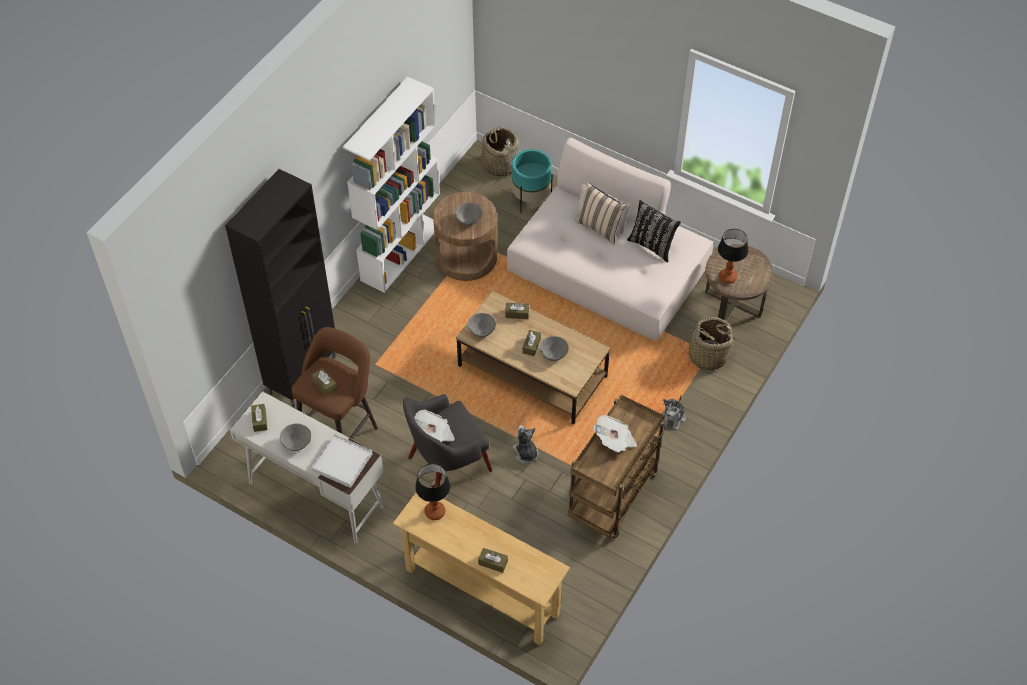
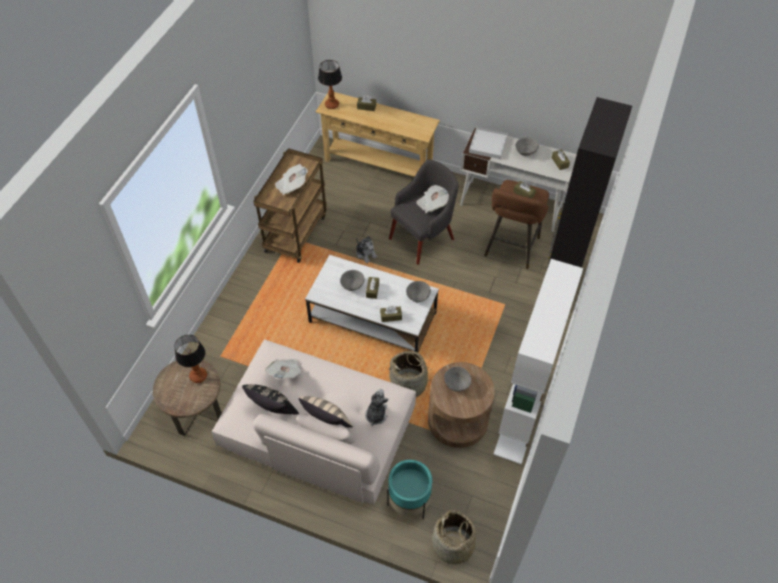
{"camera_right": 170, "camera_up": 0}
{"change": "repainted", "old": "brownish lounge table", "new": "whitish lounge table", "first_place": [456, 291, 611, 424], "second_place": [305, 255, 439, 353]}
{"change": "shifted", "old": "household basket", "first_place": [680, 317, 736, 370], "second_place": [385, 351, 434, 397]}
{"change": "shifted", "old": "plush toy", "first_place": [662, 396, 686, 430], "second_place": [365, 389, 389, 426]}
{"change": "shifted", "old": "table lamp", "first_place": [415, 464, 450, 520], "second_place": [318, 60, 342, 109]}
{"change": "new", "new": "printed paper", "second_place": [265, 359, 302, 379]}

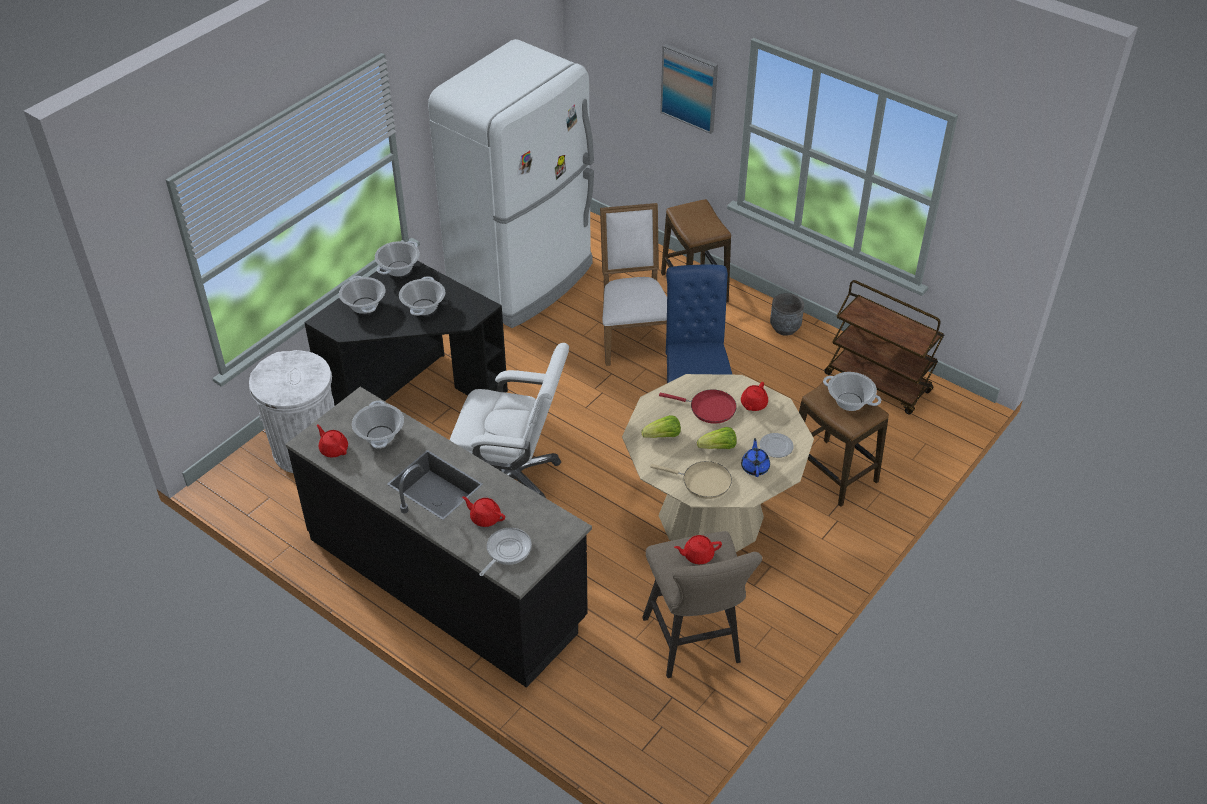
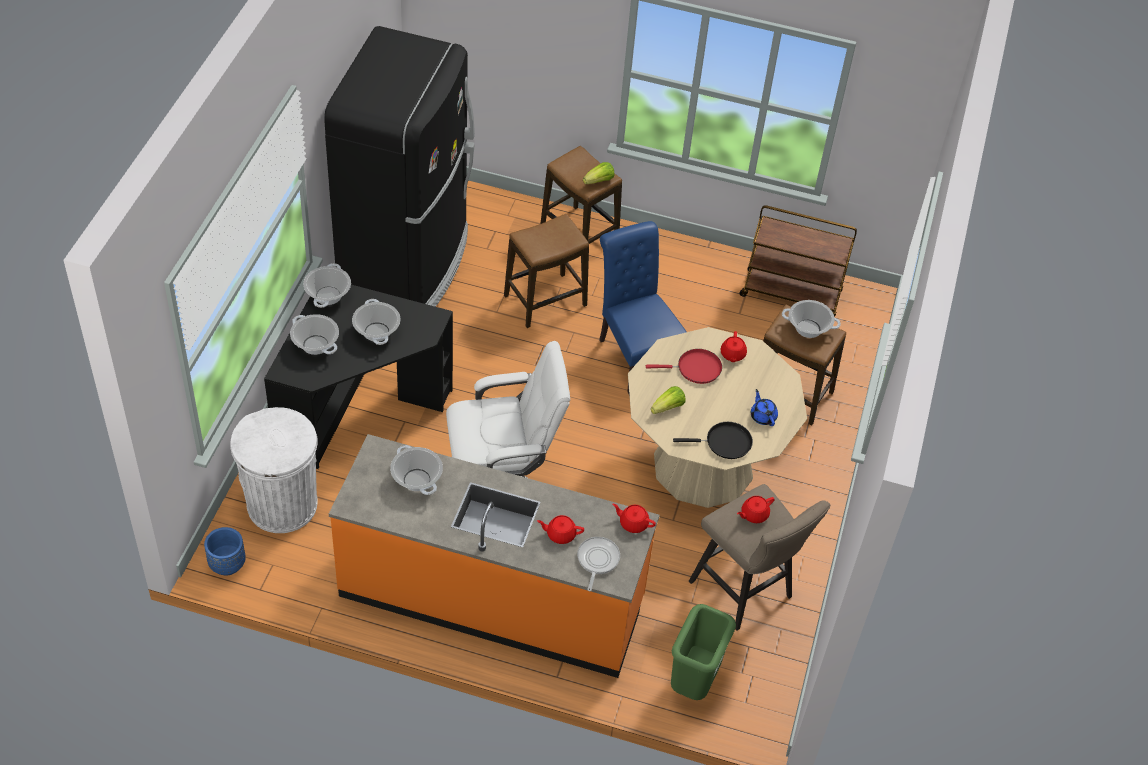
{"camera_right": -25, "camera_up": 5}
{"change": "repainted", "old": "whitish refrigerator", "new": "black-coloured refrigerator", "first_place": [428, 39, 594, 328], "second_place": [324, 26, 475, 307]}
{"change": "gone", "old": "wall art", "first_place": [660, 44, 718, 134]}
{"change": "swapped", "old": "whitish upright chair", "new": "stool", "first_place": [600, 203, 667, 366], "second_place": [504, 214, 589, 328]}
{"change": "gone", "old": "gray planter", "first_place": [770, 293, 804, 336]}
{"change": "repainted", "old": "black-coloured counter", "new": "orange-coloured counter", "first_place": [286, 387, 592, 688], "second_place": [329, 434, 659, 678]}
{"change": "shifted", "old": "reddish pot for tea", "first_place": [317, 424, 348, 457], "second_place": [612, 504, 656, 533]}
{"change": "shifted", "old": "lettuce head", "first_place": [697, 427, 737, 449], "second_place": [583, 162, 614, 184]}
{"change": "gone", "old": "plate", "first_place": [760, 433, 794, 458]}
{"change": "repainted", "old": "beige-coloured frying pan", "new": "black-coloured frying pan", "first_place": [650, 461, 732, 499], "second_place": [673, 422, 753, 459]}
{"change": "new", "new": "blue-coloured planter", "second_place": [204, 527, 246, 576]}
{"change": "new", "new": "greenish trash can", "second_place": [671, 604, 736, 700]}

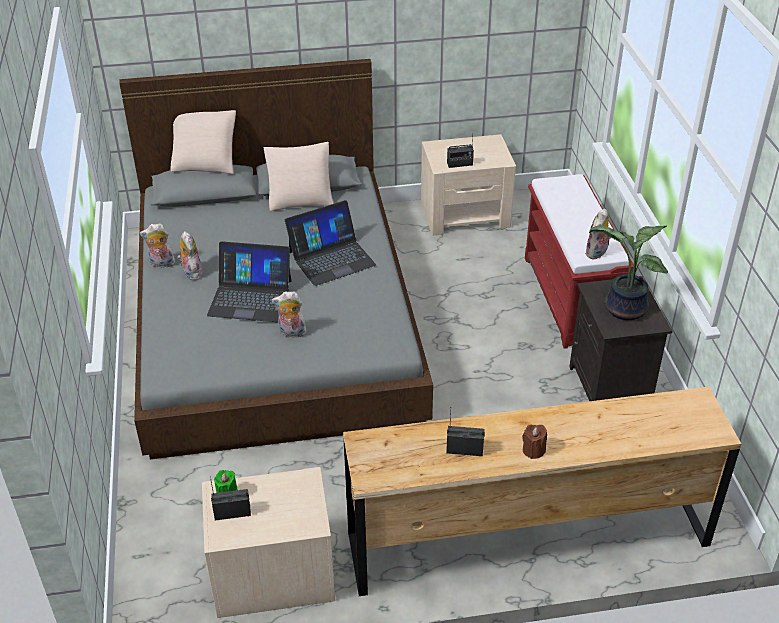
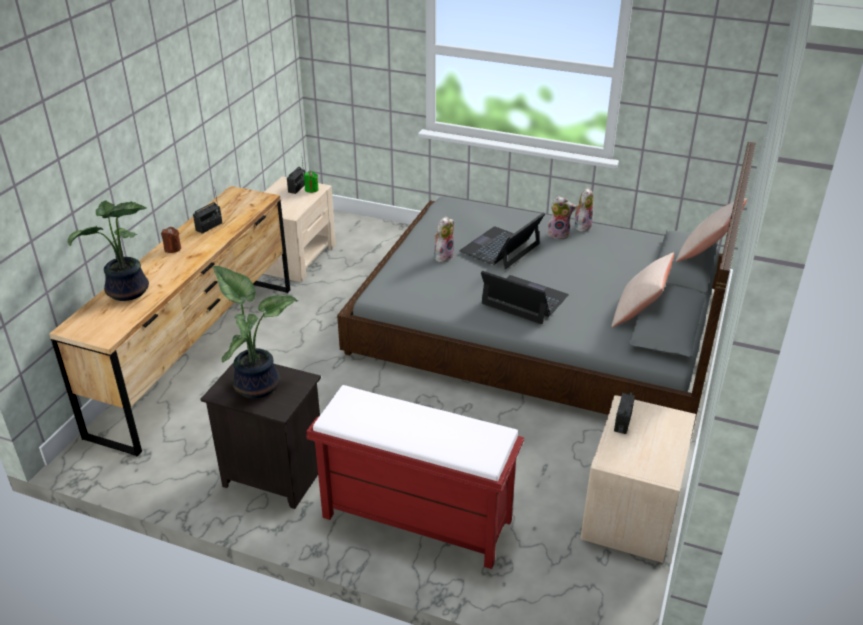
{"camera_right": 120, "camera_up": -5}
{"change": "rotated", "old": "notebook computer", "first_place": [285, 200, 376, 286], "second_place": [481, 271, 569, 324], "degrees": 120}
{"change": "gone", "old": "plush toy", "first_place": [585, 208, 611, 259]}
{"change": "new", "new": "houseplant", "second_place": [68, 200, 149, 301]}

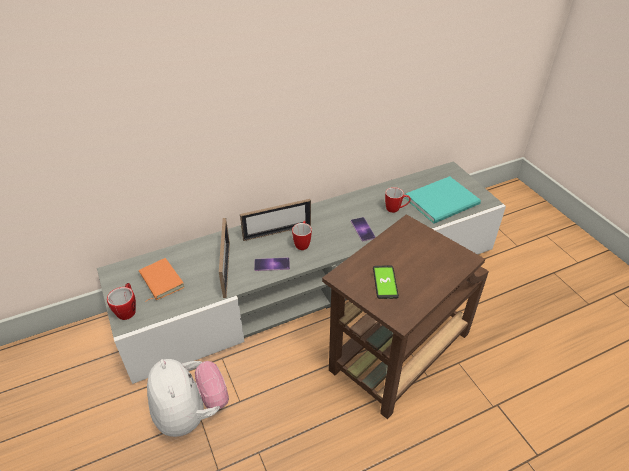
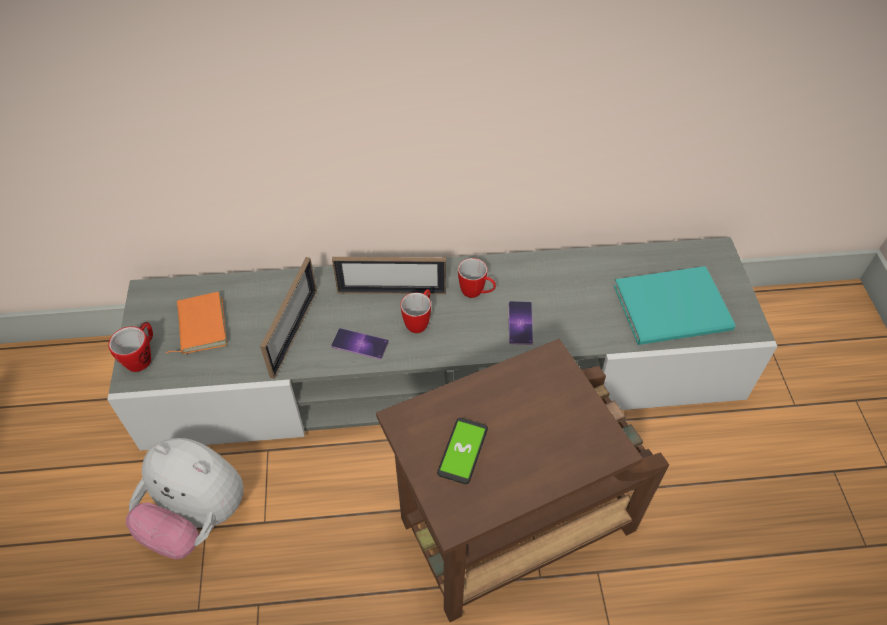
{"camera_right": 20, "camera_up": 10}
{"change": "shifted", "old": "coffee mug", "first_place": [385, 187, 411, 213], "second_place": [458, 258, 496, 298]}
{"change": "rotated", "old": "plush toy", "first_place": [147, 359, 229, 437], "second_place": [126, 438, 243, 559], "degrees": 120}

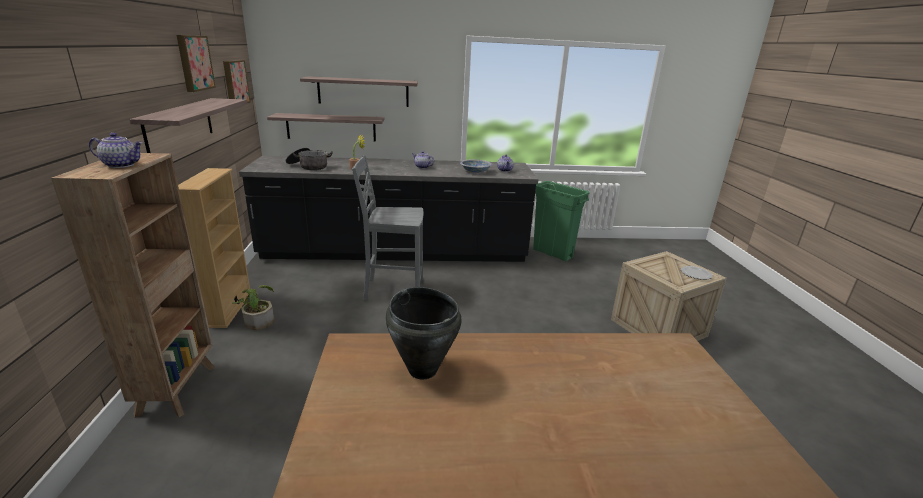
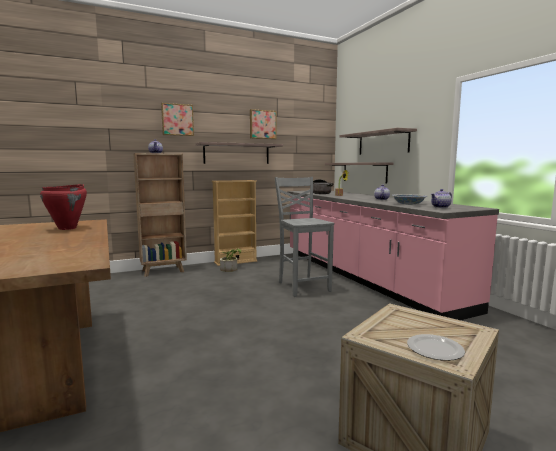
{"camera_right": 70, "camera_up": -15}
{"change": "shifted", "old": "wall art", "first_place": [223, 60, 251, 103], "second_place": [161, 103, 194, 136]}
{"change": "repainted", "old": "black-coloured counter", "new": "pink counter", "first_place": [239, 155, 539, 262], "second_place": [287, 191, 499, 320]}
{"change": "gone", "old": "greenish trash can", "first_place": [533, 181, 590, 261]}
{"change": "repainted", "old": "black-coloured cooking pot", "new": "reddish cooking pot", "first_place": [386, 287, 461, 379], "second_place": [40, 184, 87, 230]}

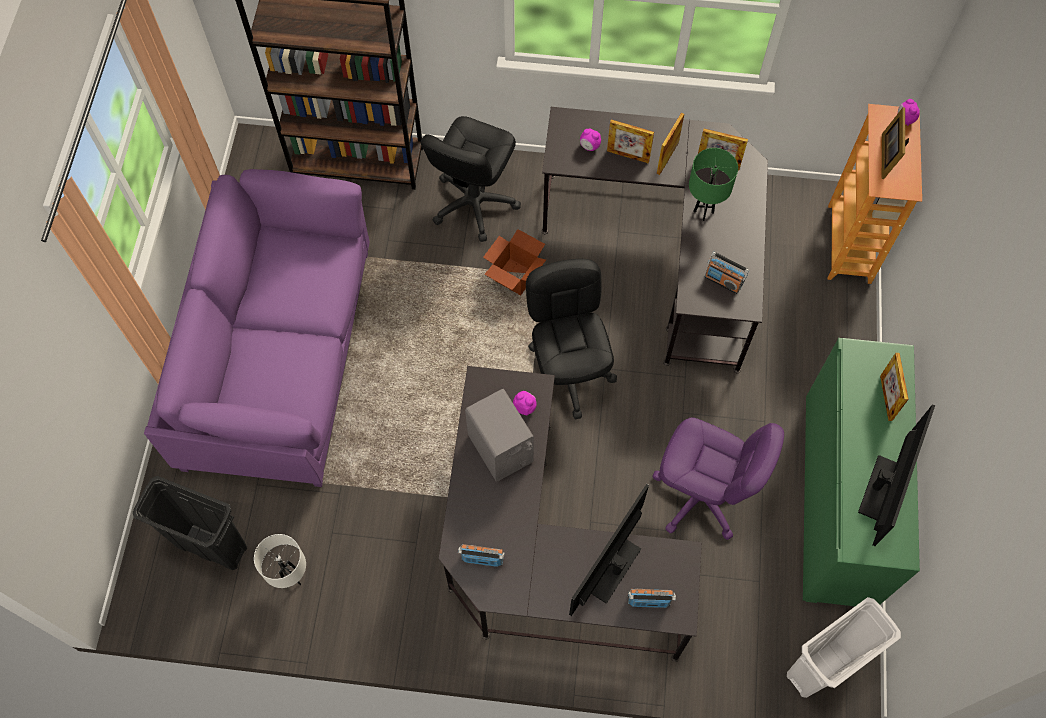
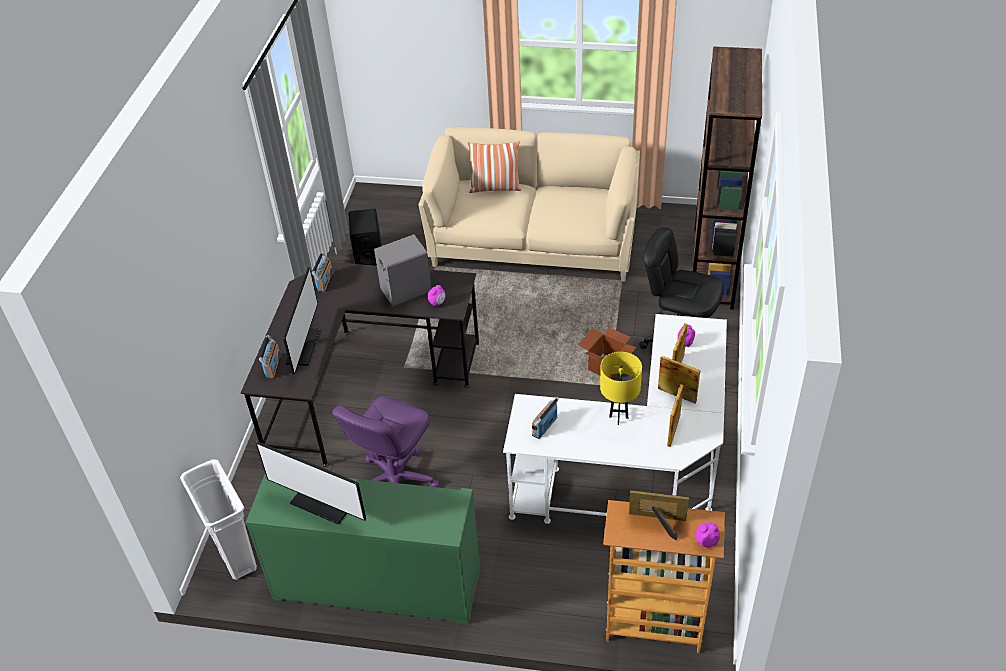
{"camera_right": 95, "camera_up": -20}
{"change": "repainted", "old": "black-coloured desk", "new": "whitish desk", "first_place": [541, 107, 768, 373], "second_place": [503, 314, 727, 524]}
{"change": "repainted", "old": "greenish table lamp", "new": "yellow-coloured table lamp", "first_place": [689, 148, 738, 221], "second_place": [600, 352, 642, 425]}
{"change": "repainted", "old": "purplish settee", "new": "beige-coloured settee", "first_place": [144, 169, 370, 487], "second_place": [419, 127, 640, 282]}
{"change": "gone", "old": "black-coloured computer chair", "first_place": [526, 259, 617, 419]}
{"change": "gone", "old": "photo frame", "first_place": [880, 353, 909, 421]}
{"change": "gone", "old": "black-coloured trash can", "first_place": [133, 476, 247, 570]}
{"change": "rotated", "old": "computer display", "first_place": [569, 484, 649, 616], "second_place": [283, 267, 320, 375], "degrees": 60}
{"change": "swapped", "old": "whitish table lamp", "new": "black-coloured audio speaker", "first_place": [254, 534, 306, 588], "second_place": [349, 209, 382, 266]}
{"change": "new", "new": "throw pillow", "second_place": [468, 141, 521, 193]}

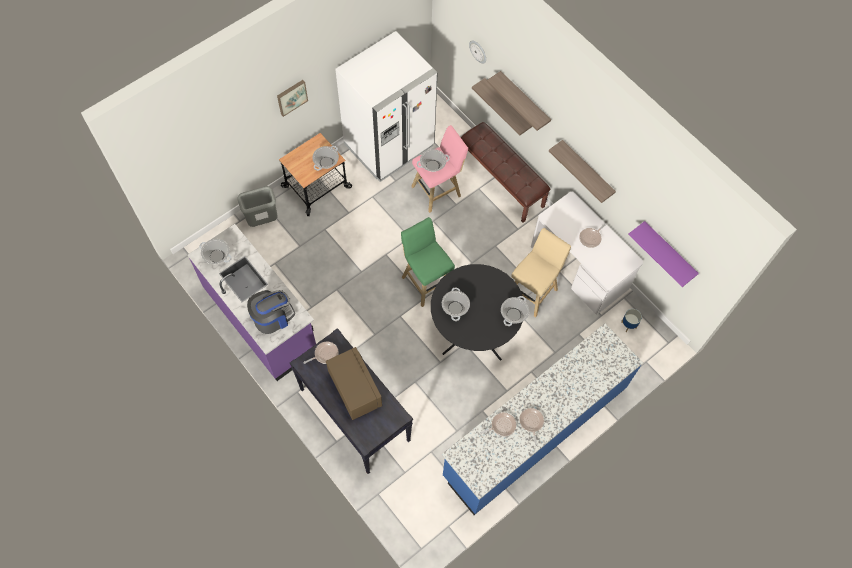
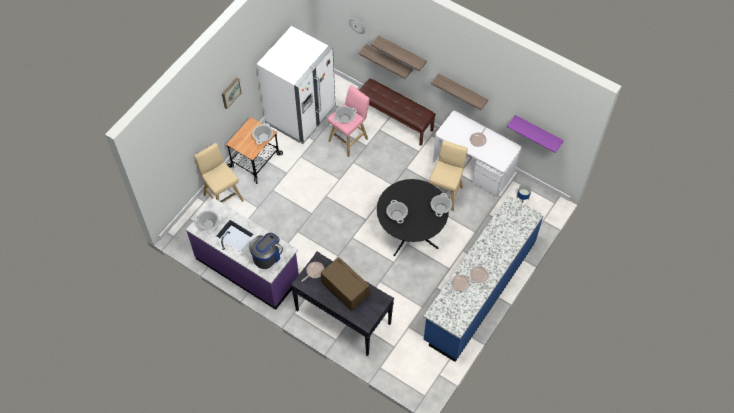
{"camera_right": -15, "camera_up": -5}
{"change": "swapped", "old": "gray trash can", "new": "beige-coloured stool", "first_place": [237, 186, 278, 227], "second_place": [194, 143, 244, 203]}
{"change": "gone", "old": "greenish stool", "first_place": [401, 217, 455, 307]}

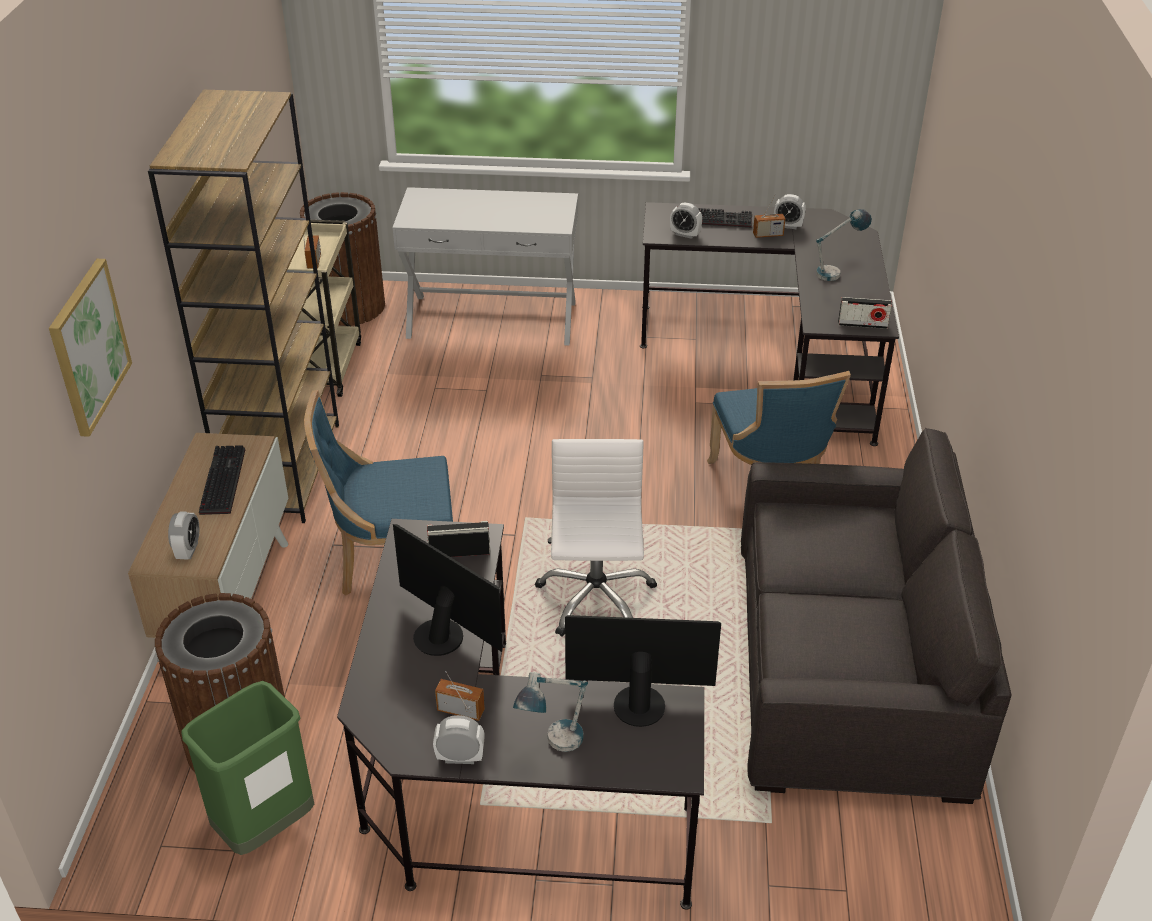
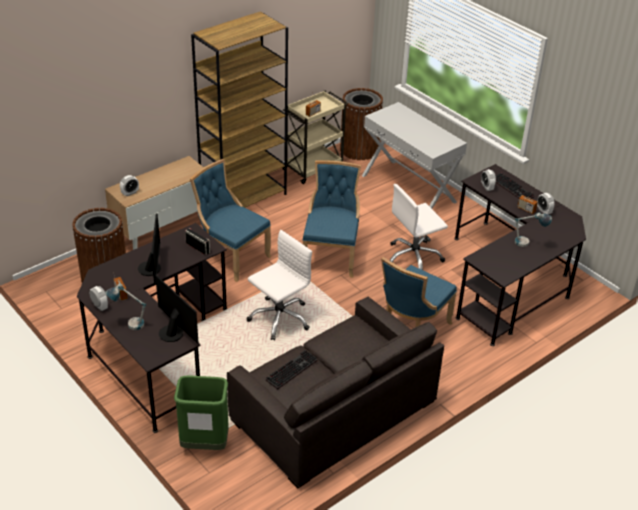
{"camera_right": 45, "camera_up": 0}
{"change": "gone", "old": "wall art", "first_place": [49, 259, 132, 437]}
{"change": "gone", "old": "radio", "first_place": [838, 297, 892, 329]}
{"change": "shifted", "old": "keyboard", "first_place": [199, 445, 245, 515], "second_place": [266, 350, 318, 389]}
{"change": "shifted", "old": "greenish trash can", "first_place": [181, 681, 314, 855], "second_place": [174, 376, 229, 450]}
{"change": "new", "new": "blue-coloured upright chair", "second_place": [303, 161, 361, 278]}
{"change": "new", "new": "whitish computer chair", "second_place": [390, 184, 448, 270]}

